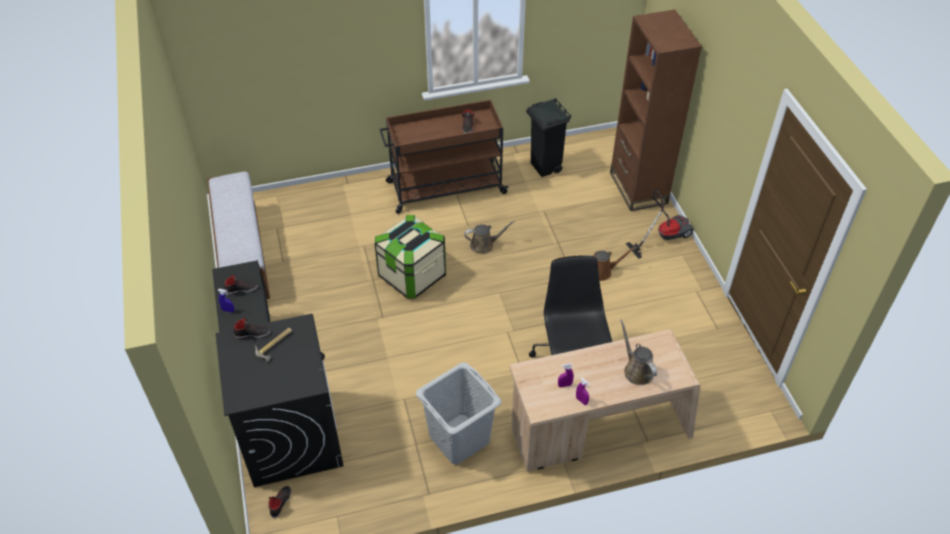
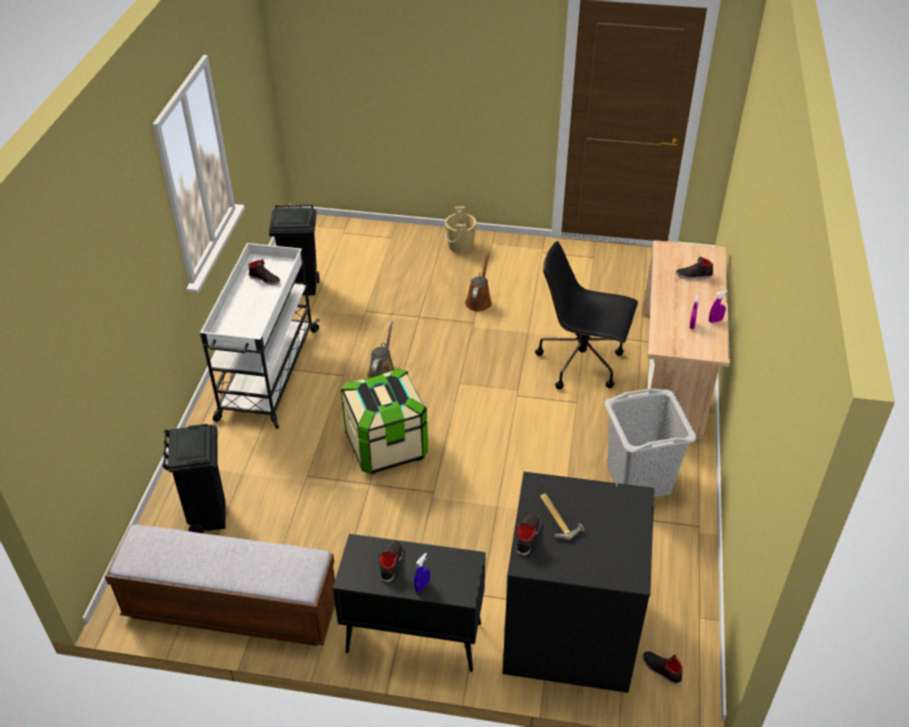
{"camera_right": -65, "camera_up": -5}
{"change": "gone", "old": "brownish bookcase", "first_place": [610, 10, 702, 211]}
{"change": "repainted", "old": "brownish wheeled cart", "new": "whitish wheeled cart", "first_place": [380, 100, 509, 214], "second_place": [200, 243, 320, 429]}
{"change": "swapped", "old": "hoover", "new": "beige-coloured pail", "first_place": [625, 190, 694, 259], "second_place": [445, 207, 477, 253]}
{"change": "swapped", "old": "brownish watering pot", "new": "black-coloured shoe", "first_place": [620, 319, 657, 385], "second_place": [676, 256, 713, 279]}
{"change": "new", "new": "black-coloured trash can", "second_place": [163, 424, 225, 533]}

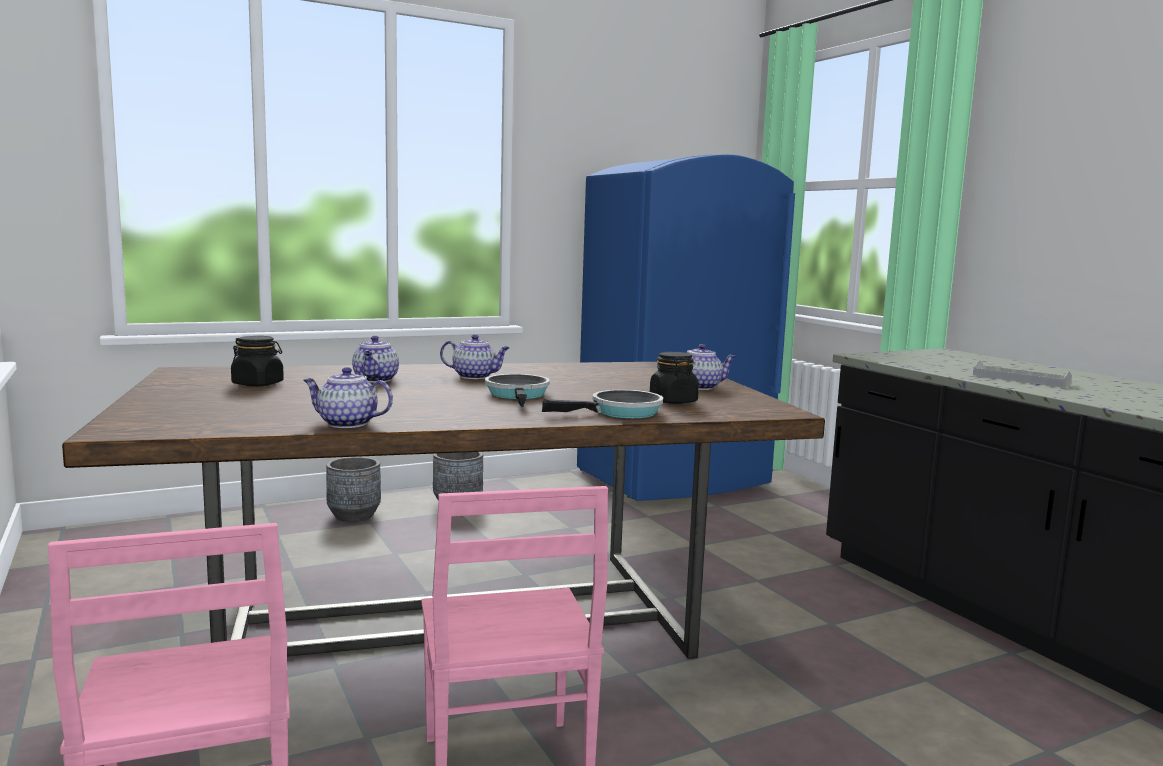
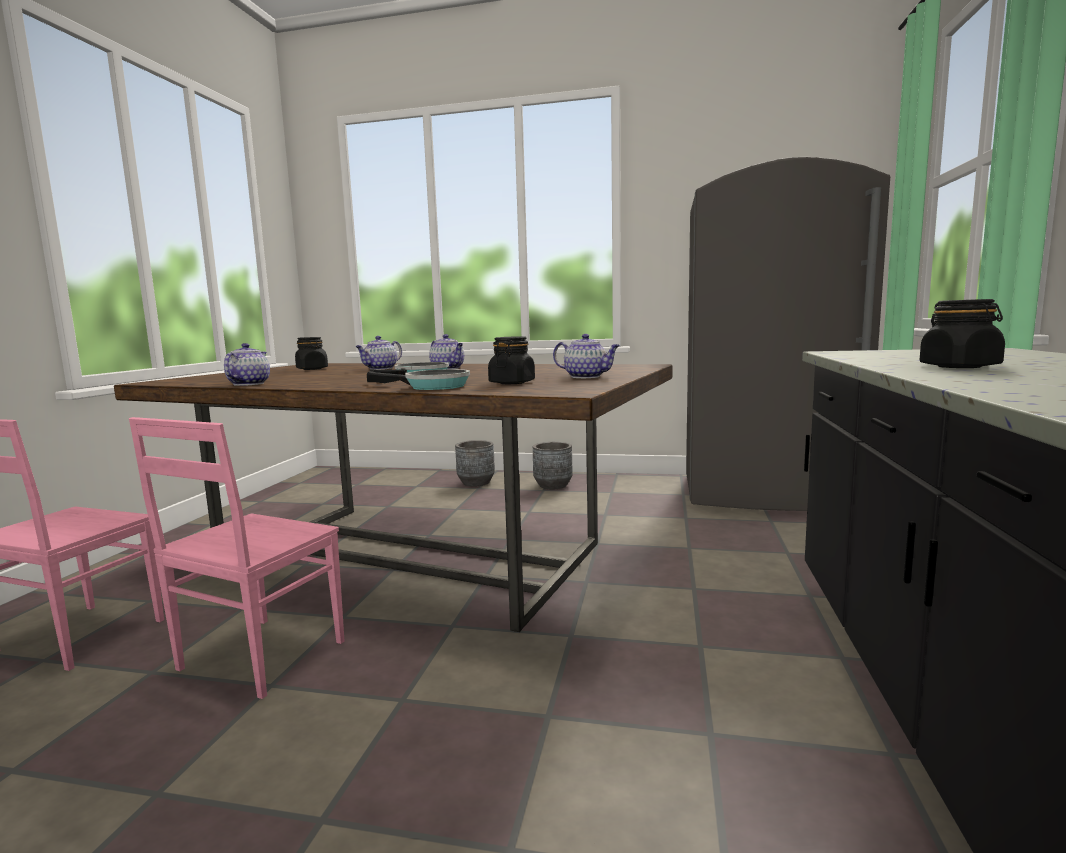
{"camera_right": 40, "camera_up": 0}
{"change": "repainted", "old": "blue-coloured refrigerator", "new": "gray refrigerator", "first_place": [577, 154, 795, 501], "second_place": [686, 157, 890, 511]}
{"change": "swapped", "old": "gray tray", "new": "black-coloured jar", "first_place": [973, 360, 1072, 387], "second_place": [920, 299, 1005, 368]}
{"change": "rotated", "old": "pot for tea", "first_place": [303, 367, 393, 428], "second_place": [224, 343, 270, 386], "degrees": 45}

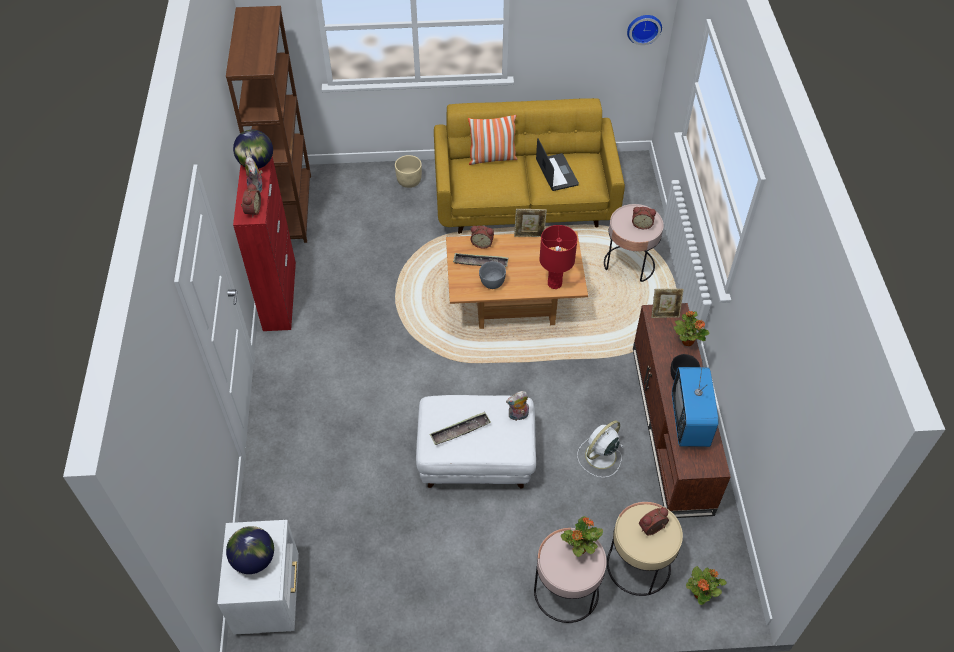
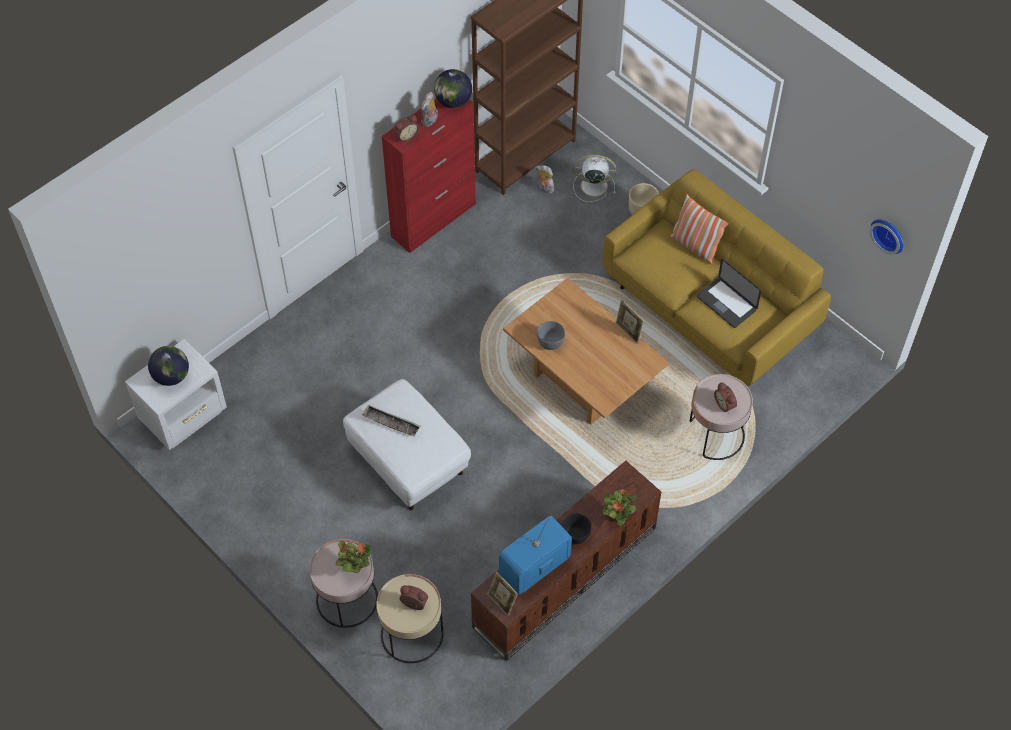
{"camera_right": 50, "camera_up": 5}
{"change": "rotated", "old": "notebook computer", "first_place": [536, 138, 579, 191], "second_place": [697, 259, 761, 328], "degrees": 105}
{"change": "gone", "old": "reddish table lamp", "first_place": [539, 225, 578, 289]}
{"change": "gone", "old": "table clock", "first_place": [470, 226, 494, 249]}
{"change": "gone", "old": "tray", "first_place": [453, 253, 508, 267]}
{"change": "shifted", "old": "photo frame", "first_place": [651, 289, 684, 318], "second_place": [487, 572, 518, 616]}
{"change": "shifted", "old": "plush toy", "first_place": [506, 391, 529, 421], "second_place": [535, 165, 554, 194]}
{"change": "shifted", "old": "whitish fan", "first_place": [577, 420, 624, 478], "second_place": [573, 155, 616, 202]}
{"change": "gone", "old": "houseplant", "first_place": [686, 566, 727, 605]}

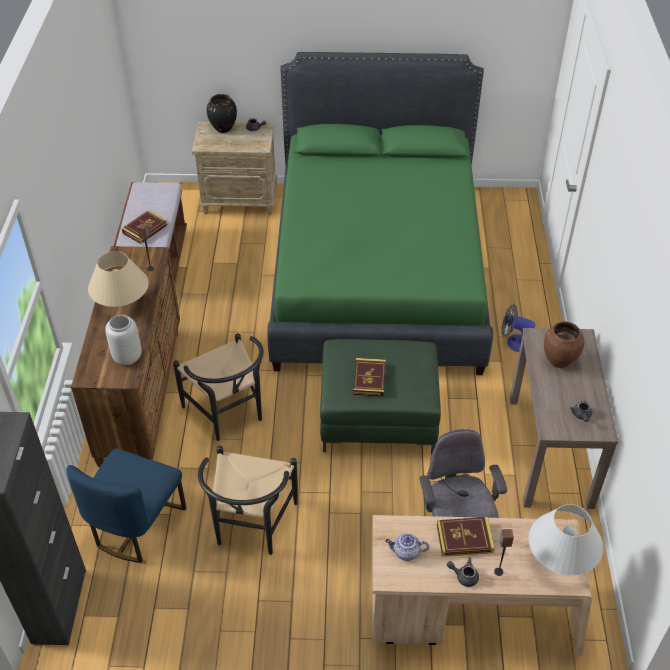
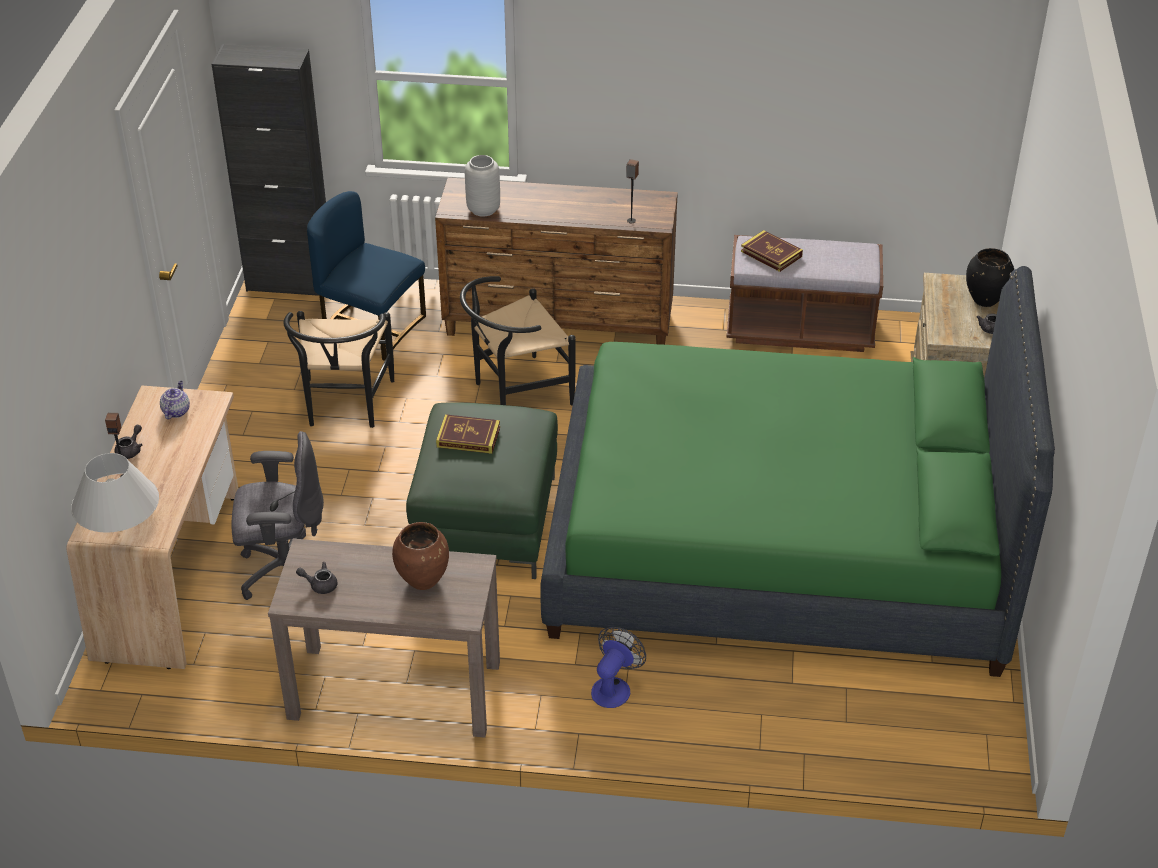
{"camera_right": 95, "camera_up": -5}
{"change": "gone", "old": "beige-coloured table lamp", "first_place": [88, 251, 149, 307]}
{"change": "rotated", "old": "black-coloured upright chair", "first_place": [198, 446, 298, 555], "second_place": [284, 311, 394, 428], "degrees": -105}
{"change": "gone", "old": "bound book", "first_place": [437, 517, 495, 557]}

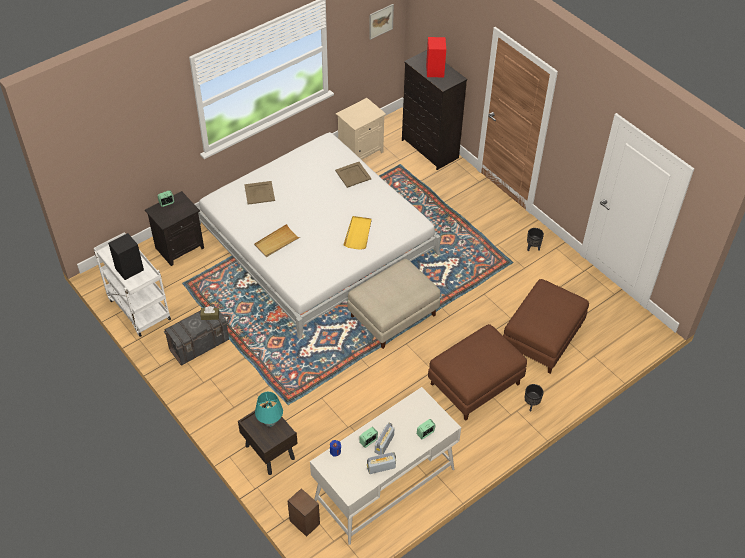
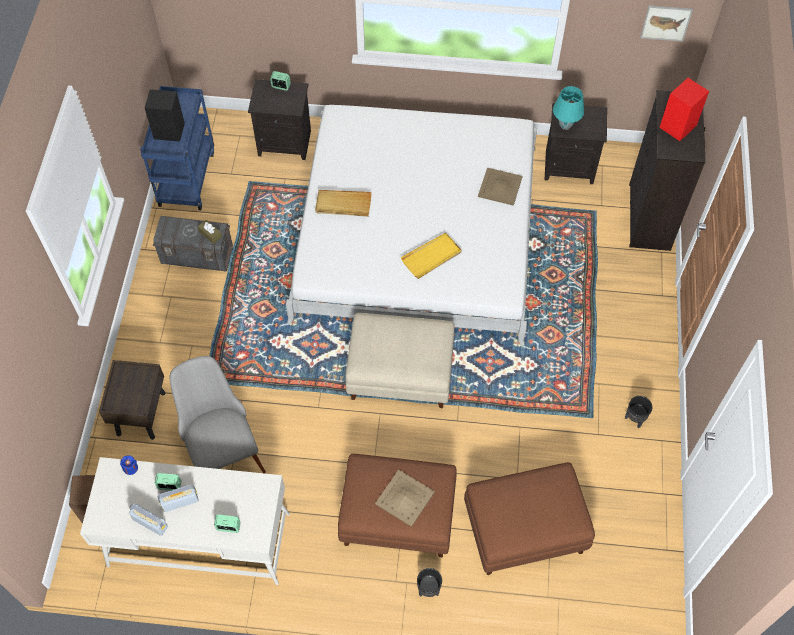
{"camera_right": 45, "camera_up": 10}
{"change": "repainted", "old": "beige-coloured night table", "new": "black-coloured night table", "first_place": [336, 98, 386, 160], "second_place": [545, 103, 607, 184]}
{"change": "shifted", "old": "beige-coloured tray", "first_place": [244, 181, 275, 205], "second_place": [375, 470, 435, 527]}
{"change": "repainted", "old": "whitish wheeled cart", "new": "blue-coloured wheeled cart", "first_place": [94, 232, 171, 337], "second_place": [140, 86, 214, 210]}
{"change": "shifted", "old": "turquoise table lamp", "first_place": [255, 392, 283, 427], "second_place": [553, 86, 584, 130]}
{"change": "new", "new": "gray upright chair", "second_place": [170, 356, 266, 473]}

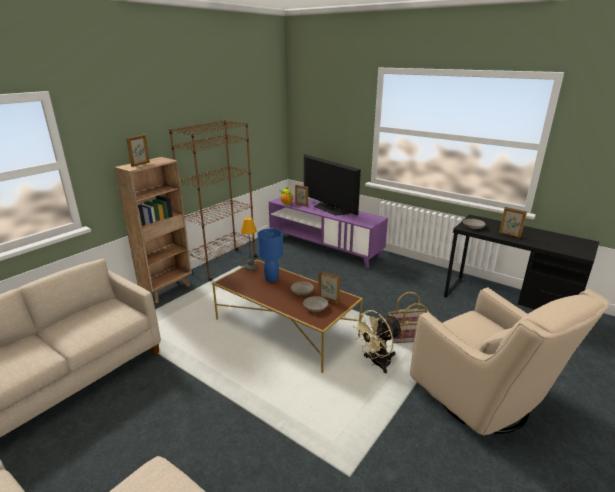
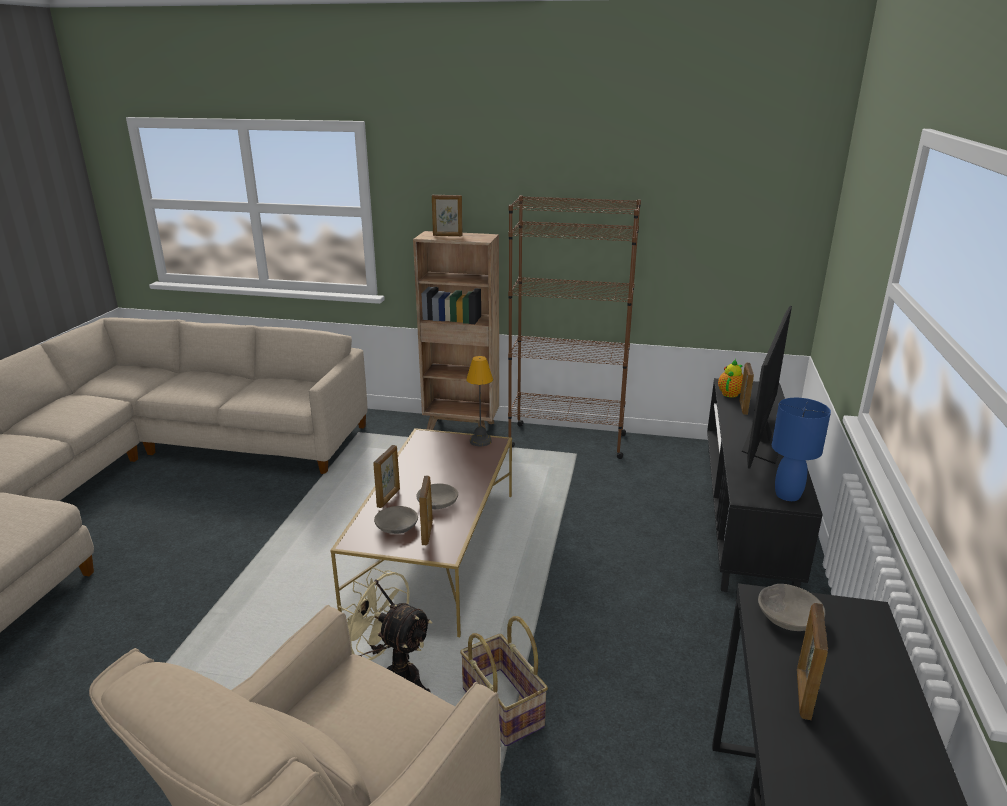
{"camera_right": 65, "camera_up": 0}
{"change": "repainted", "old": "purplish tv stand", "new": "black-coloured tv stand", "first_place": [269, 195, 388, 268], "second_place": [707, 378, 823, 592]}
{"change": "shifted", "old": "blue-coloured table lamp", "first_place": [257, 229, 283, 282], "second_place": [772, 398, 831, 501]}
{"change": "new", "new": "photo frame", "second_place": [373, 445, 400, 508]}

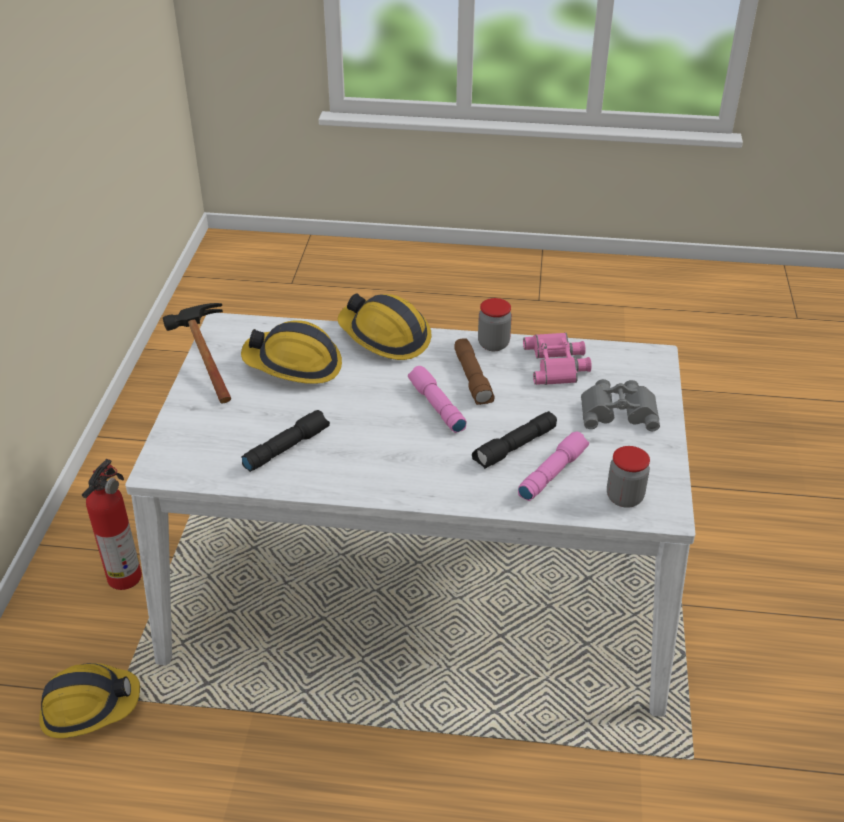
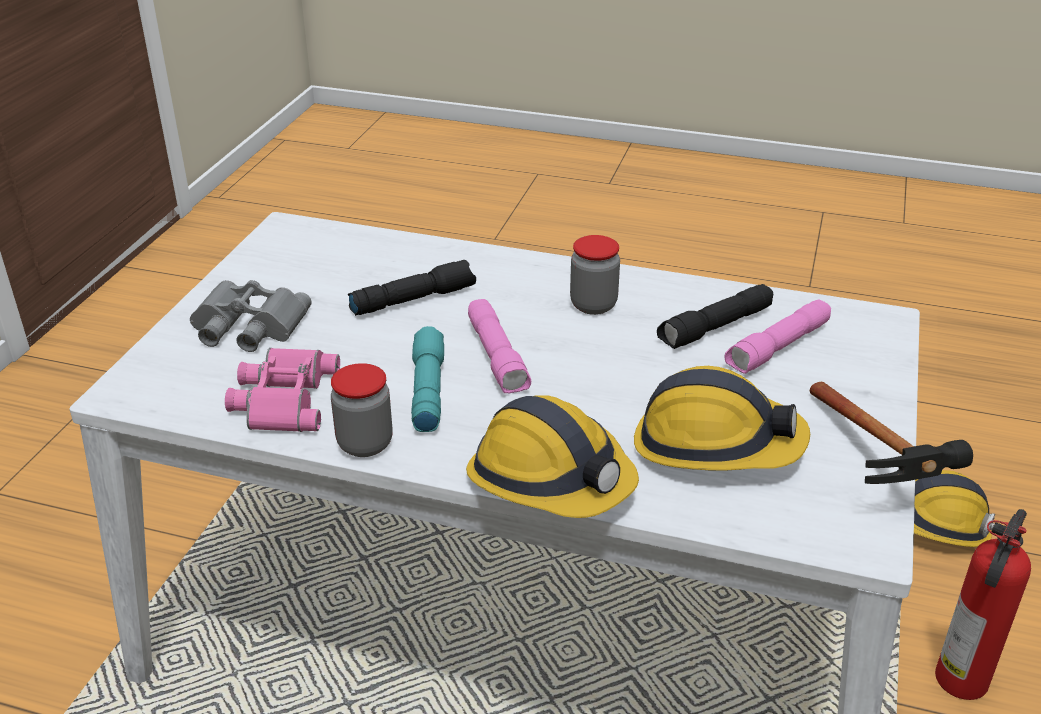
{"camera_right": -170, "camera_up": -5}
{"change": "repainted", "old": "brownish torch", "new": "turquoise torch", "first_place": [454, 338, 495, 405], "second_place": [411, 326, 444, 432]}
{"change": "shifted", "old": "pink torch", "first_place": [518, 431, 589, 501], "second_place": [725, 299, 831, 374]}
{"change": "shifted", "old": "jar", "first_place": [607, 446, 650, 508], "second_place": [570, 235, 620, 315]}

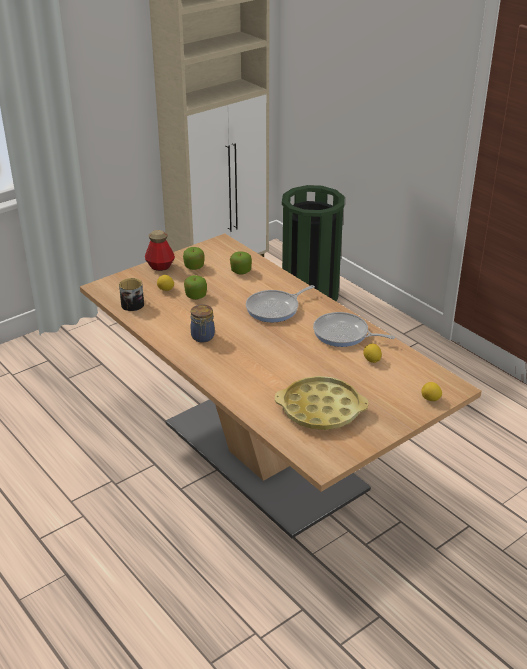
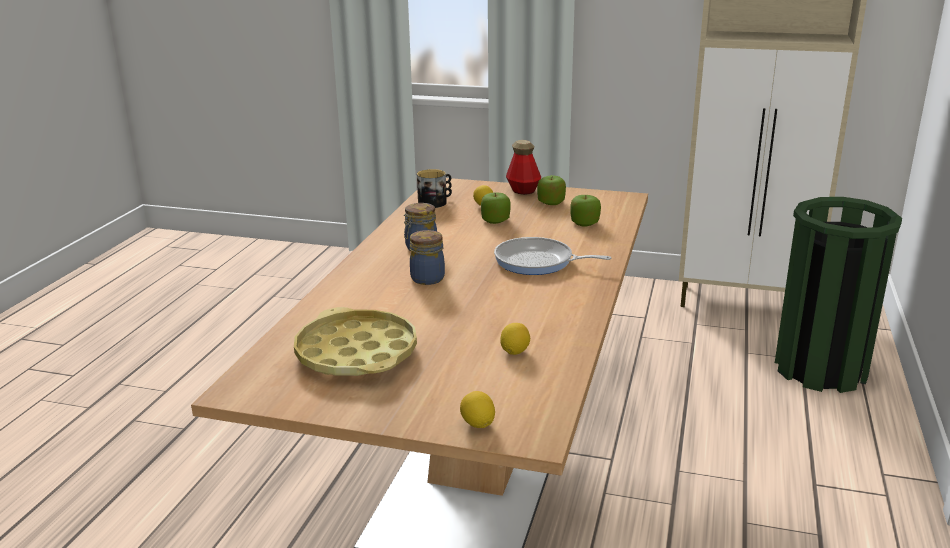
{"camera_right": 55, "camera_up": -10}
{"change": "gone", "old": "frying pan", "first_place": [313, 312, 395, 347]}
{"change": "new", "new": "jar", "second_place": [410, 230, 445, 285]}

